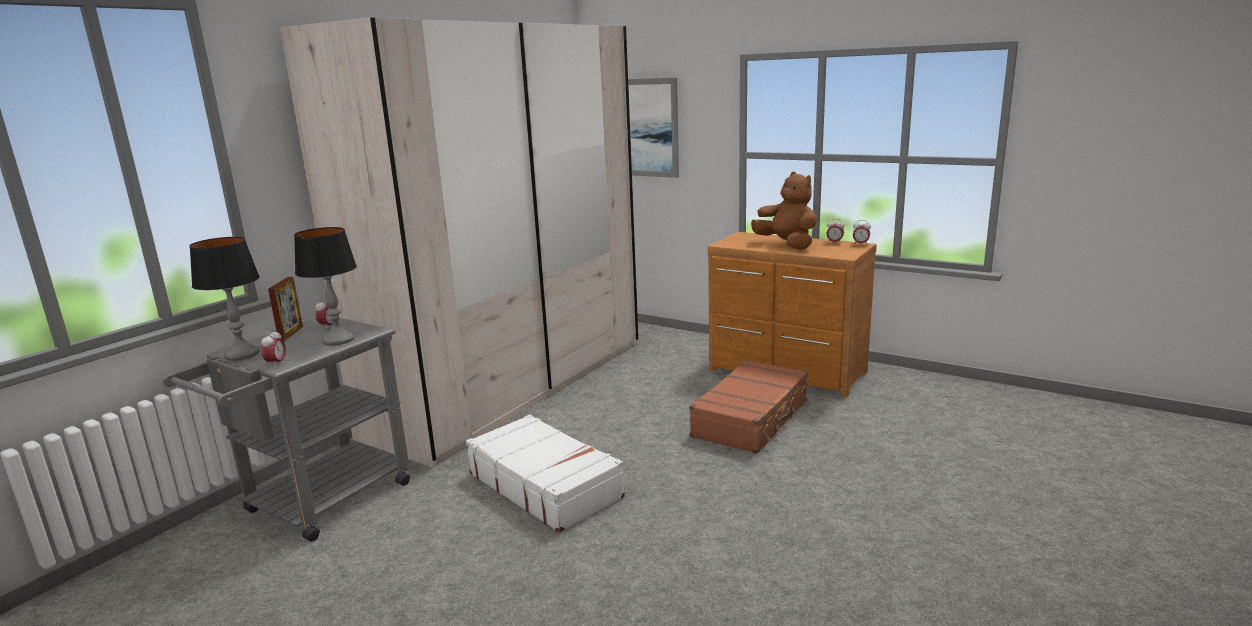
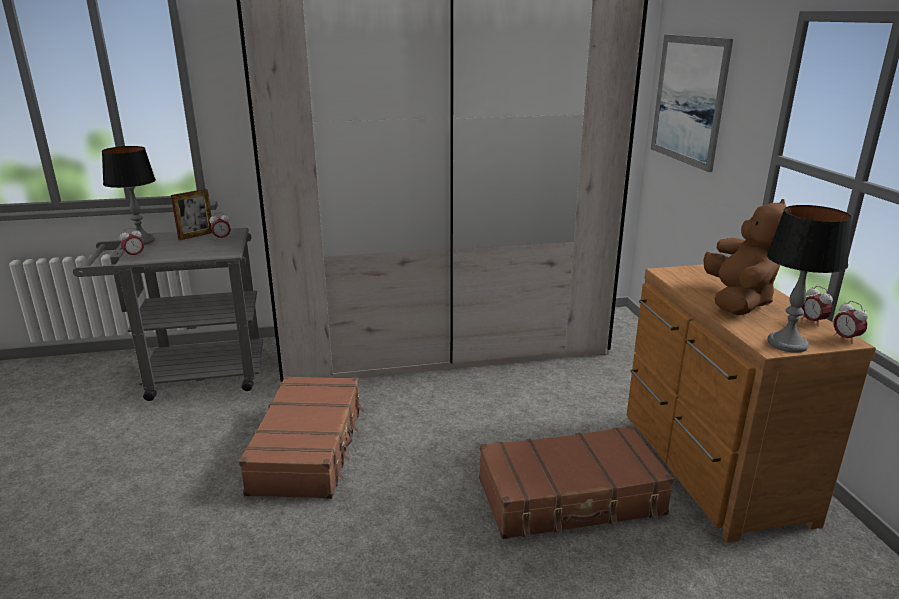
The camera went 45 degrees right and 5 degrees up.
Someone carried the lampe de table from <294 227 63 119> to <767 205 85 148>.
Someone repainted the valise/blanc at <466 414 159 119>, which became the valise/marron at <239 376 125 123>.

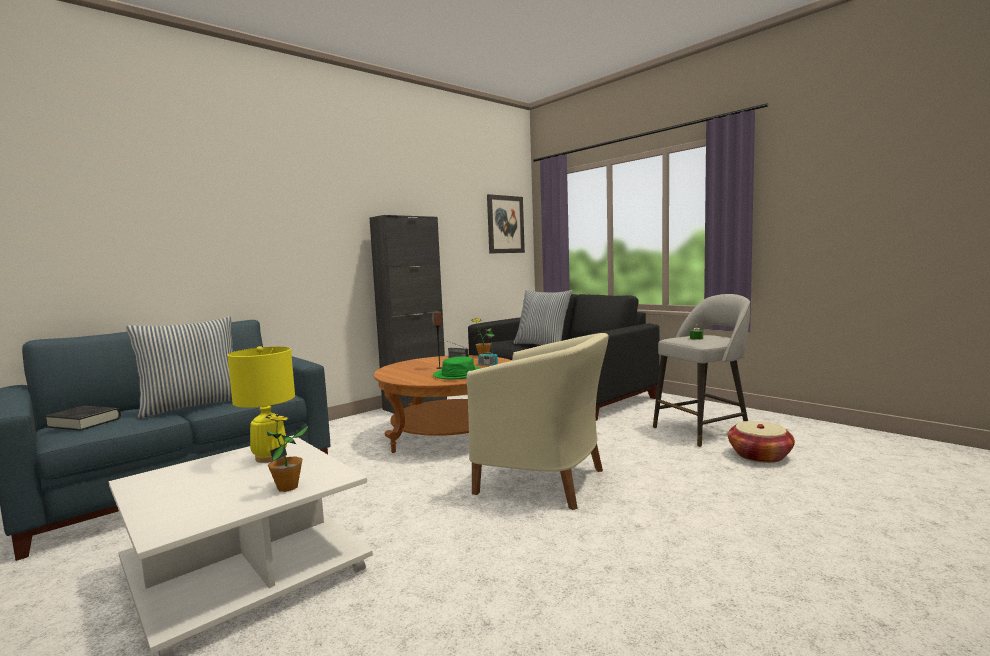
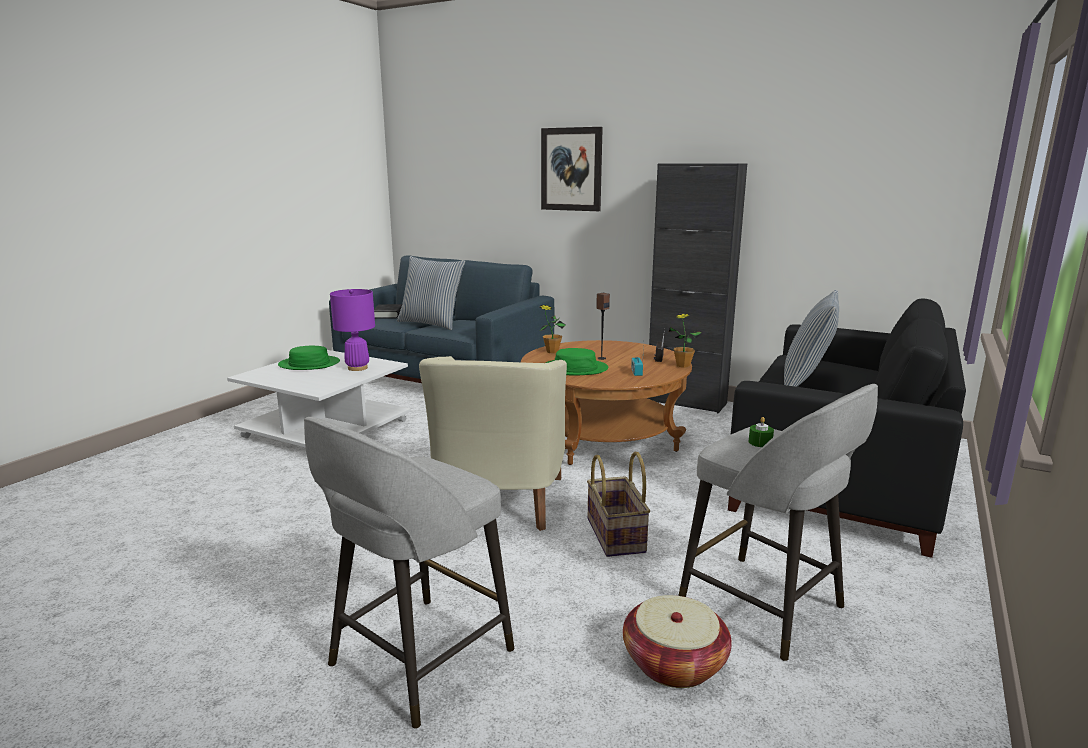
The camera went 70 degrees right and 10 degrees up.
Someone repainted the lampe de table/jaune at <227 346 68 117>, which became the lampe de table/violet at <330 289 45 82>.
Someone carried the plante en pot from <266 415 43 77> to <539 305 27 48>.
Someone carried the tableau from <487 194 38 60> to <541 127 62 84>.
Someone put down the chapeau/vert at <278 345 62 25>.
Someone put down the tabouret/gris at <304 417 210 312>.
Someone put down the panier at <587 452 63 105>.

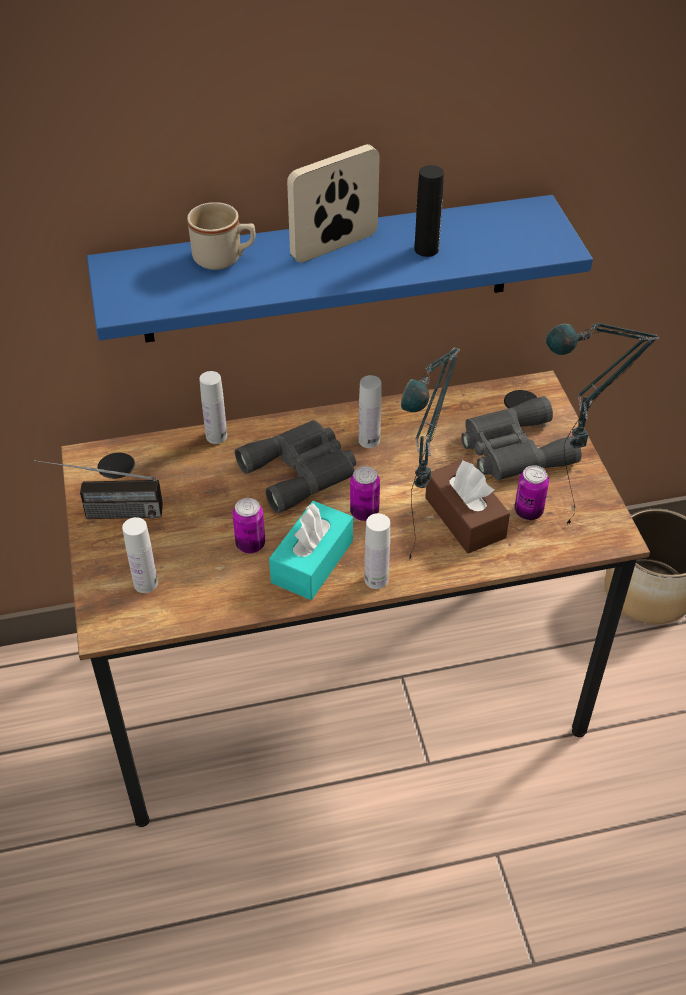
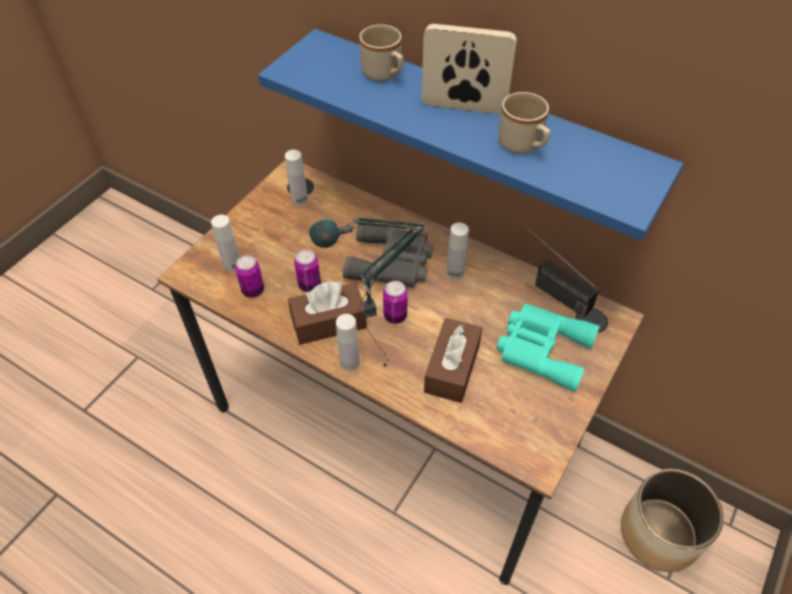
The camera went 45 degrees right and 5 degrees up.
Someone carried the radio from <34 460 129 59> to <524 225 75 92>.
Someone carried the bouteille/blanc from <199 371 28 73> to <285 150 23 56>.
Someone repainted the boîte à mouchoirs/turquoise at <269 501 84 99>, which became the boîte à mouchoirs/marron at <288 281 79 64>.
Someone swapped the bouteille/noir at <415 165 29 92> for the mug/beige at <498 92 53 62>.
Someone repainted the jumelles/gris at <461 396 121 84>, which became the jumelles/turquoise at <496 303 104 89>.
Someone carried the boîte métallique from <515 465 34 55> to <235 255 29 43>.
Someone took away the lampe de table at <546 323 114 202>.

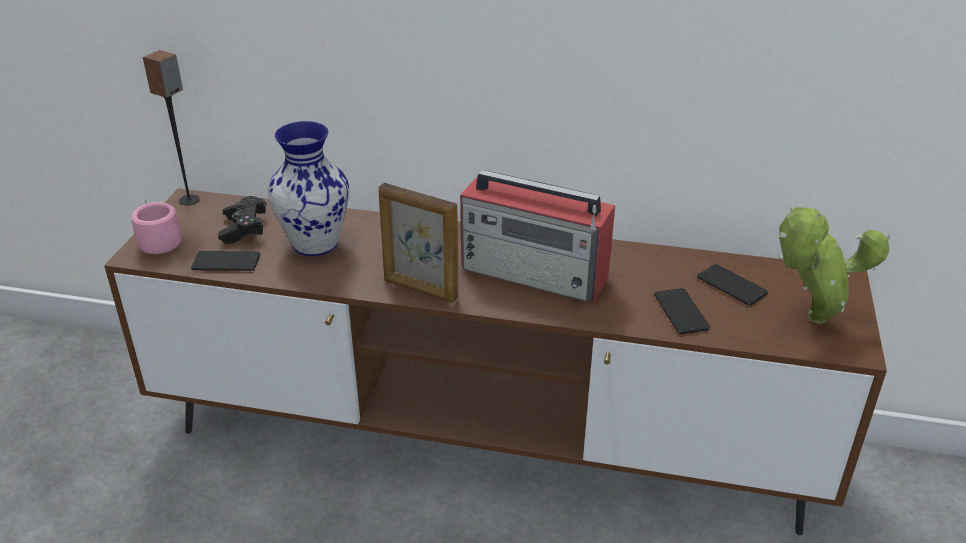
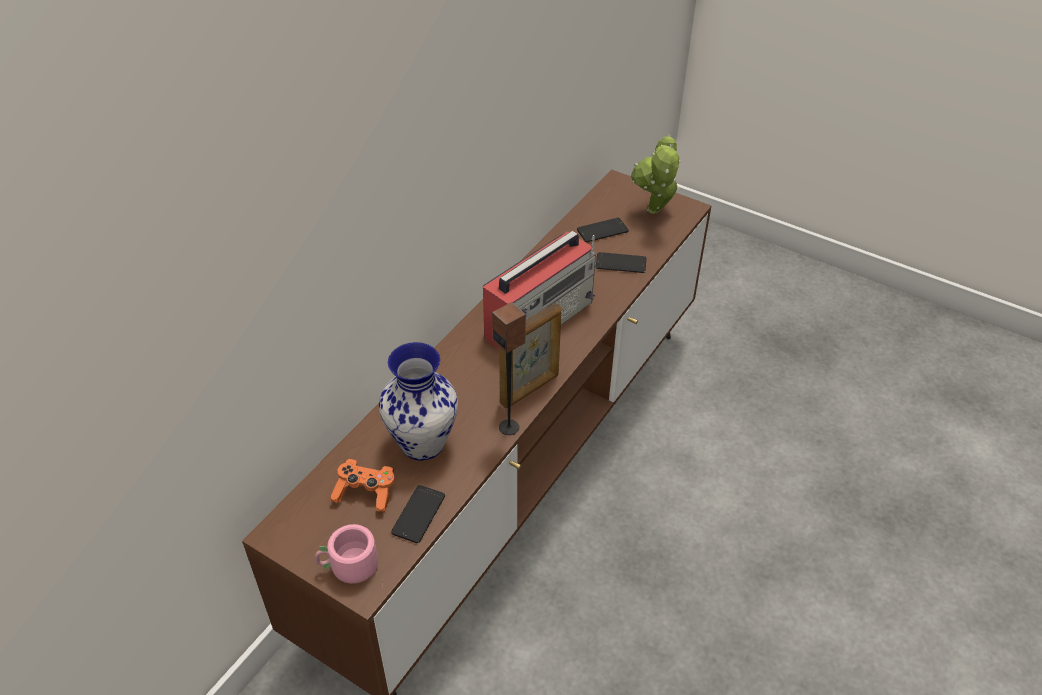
The camera went 70 degrees left and 10 degrees up.
Someone carried the enceinte from <143 50 57 155> to <492 302 34 133>.
Someone repainted the manette/noir at <218 196 48 48>, which became the manette/orange at <330 459 65 53>.

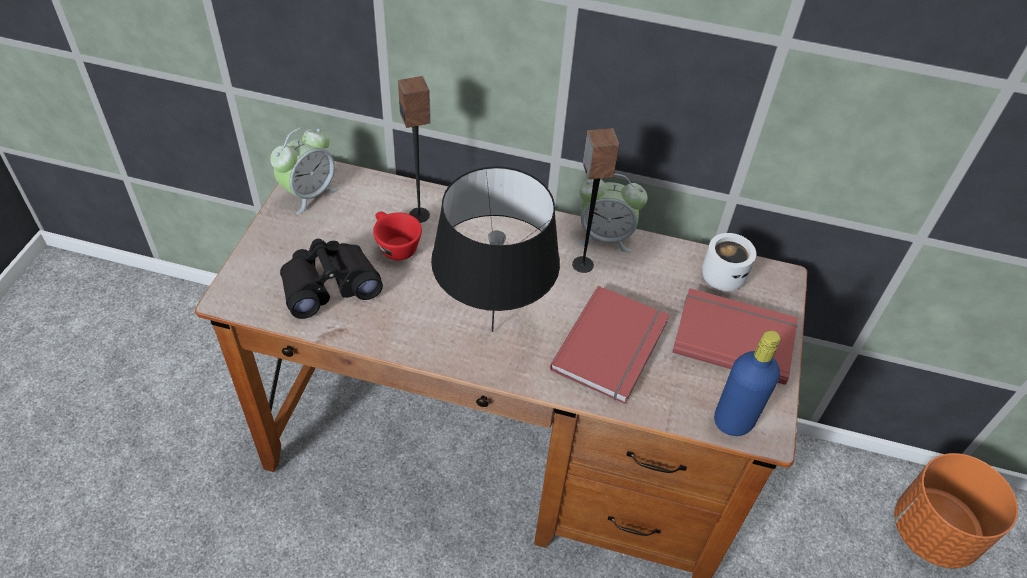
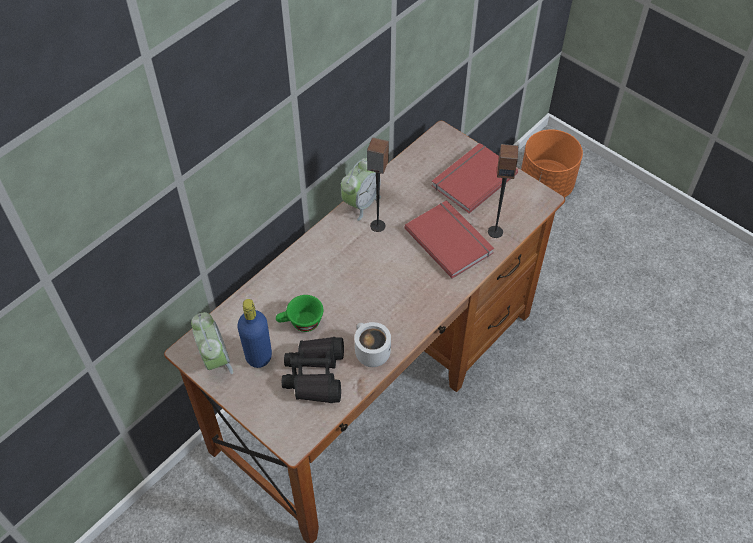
The camera went 60 degrees left and 5 degrees up.
Someone repainted the tasse/rouge at <373 212 49 49>, which became the tasse/vert at <276 295 47 37>.
Someone carried the enceinte from <398 76 33 147> to <488 144 30 94>.
Someone took away the lampe de table/noir at <431 166 129 166>.
Someone carried the mug/blanc from <702 233 54 59> to <354 322 37 45>.
Someone carried the bouteille/bleu from <714 330 67 106> to <238 299 34 69>.

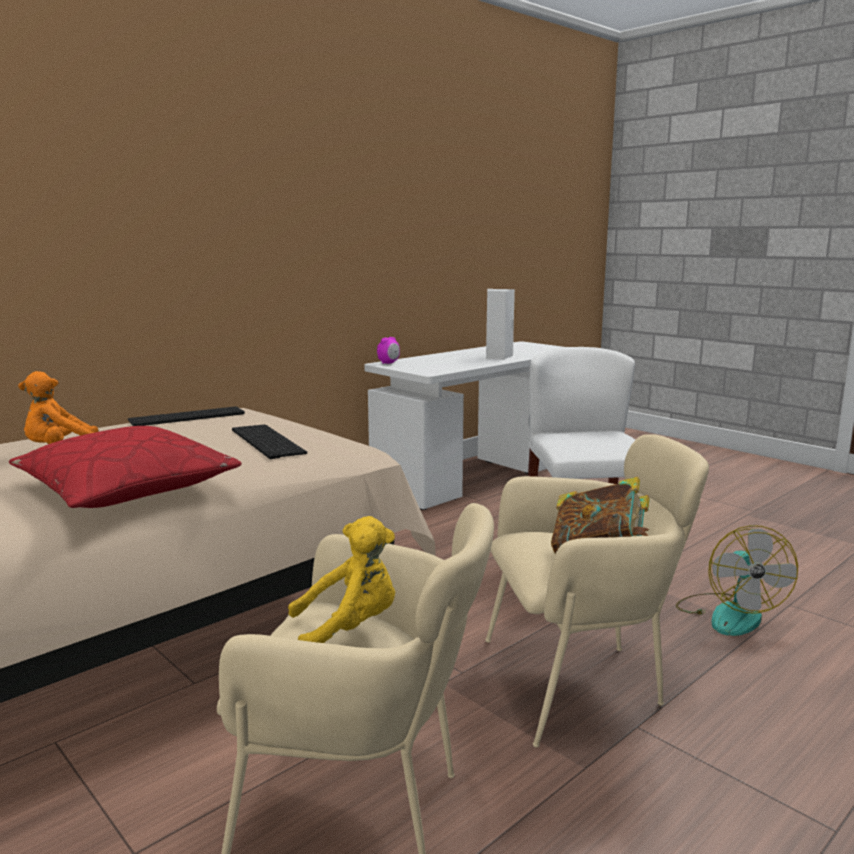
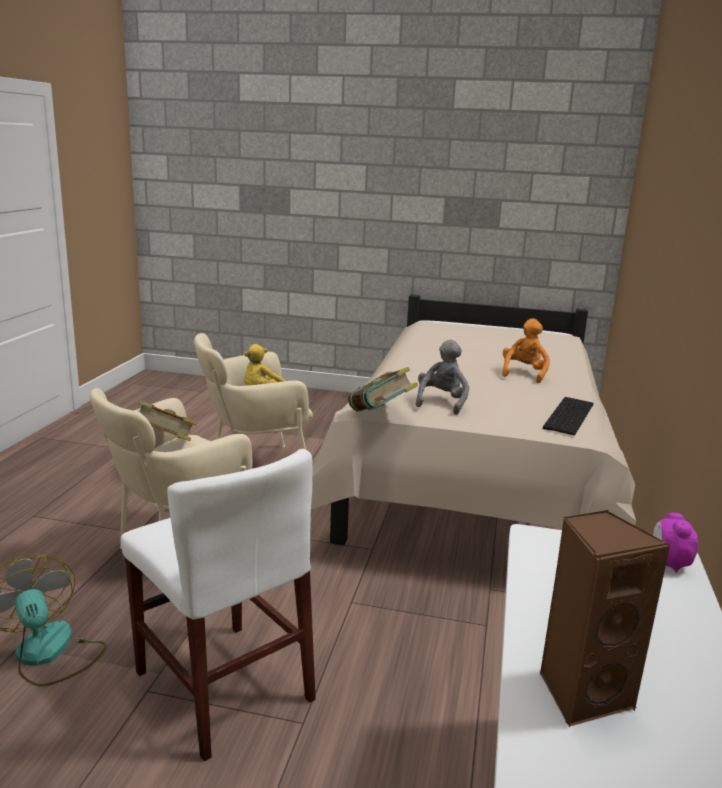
The camera went 145 degrees right and 5 degrees up.
Someone took away the coussin/rouge at <9 426 232 82>.
Someone swapped the clavier at <232 425 75 34> for the peluche/gris at <416 339 53 76>.
Someone repainted the enceinte/blanc at <486 289 29 71>, which became the enceinte/marron at <540 510 130 217>.
Someone put down the livre at <348 367 70 44>.

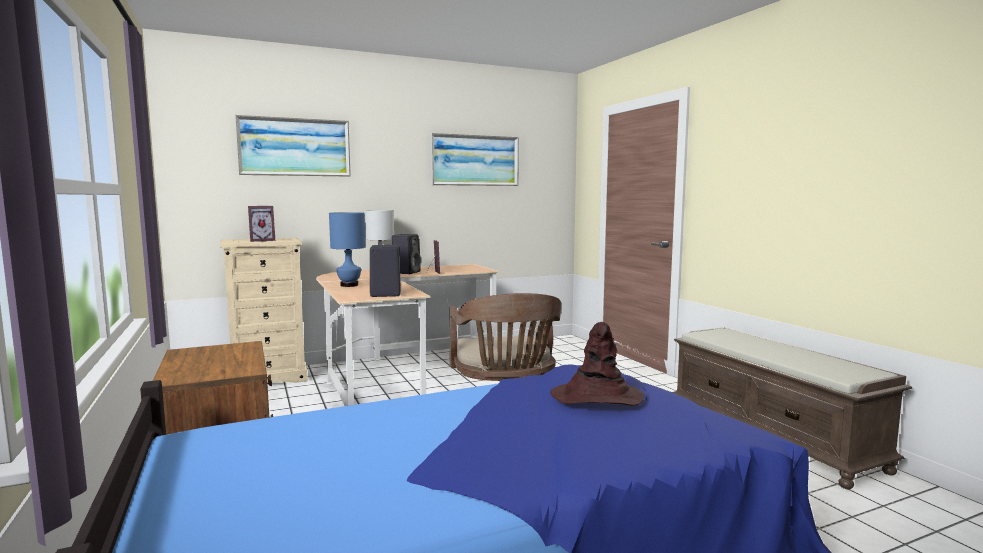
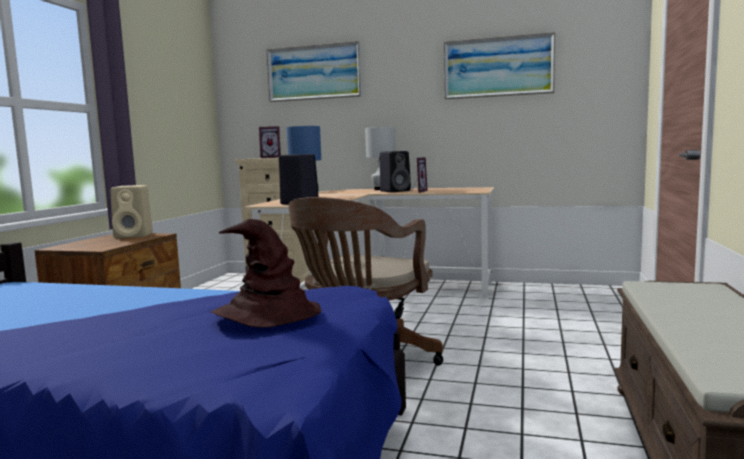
The camera went 40 degrees right and 0 degrees up.
Someone put down the enceinte/beige at <111 185 42 53>.

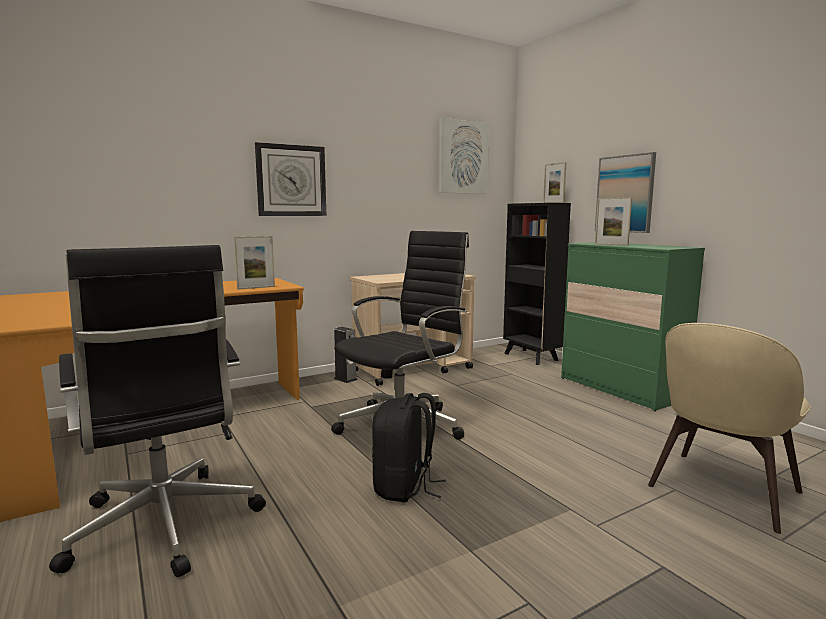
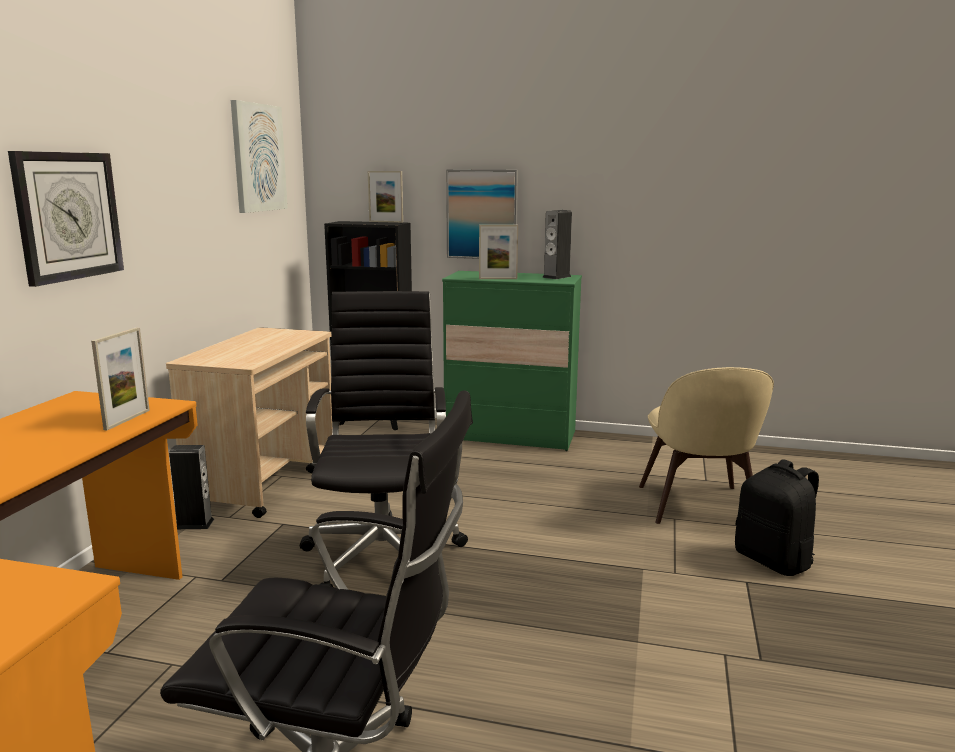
The camera went 45 degrees left and 5 degrees up.
Someone carried the sac à dos/noir from <372 393 74 110> to <735 459 84 117>.
Someone put down the enceinte at <542 210 30 69>.

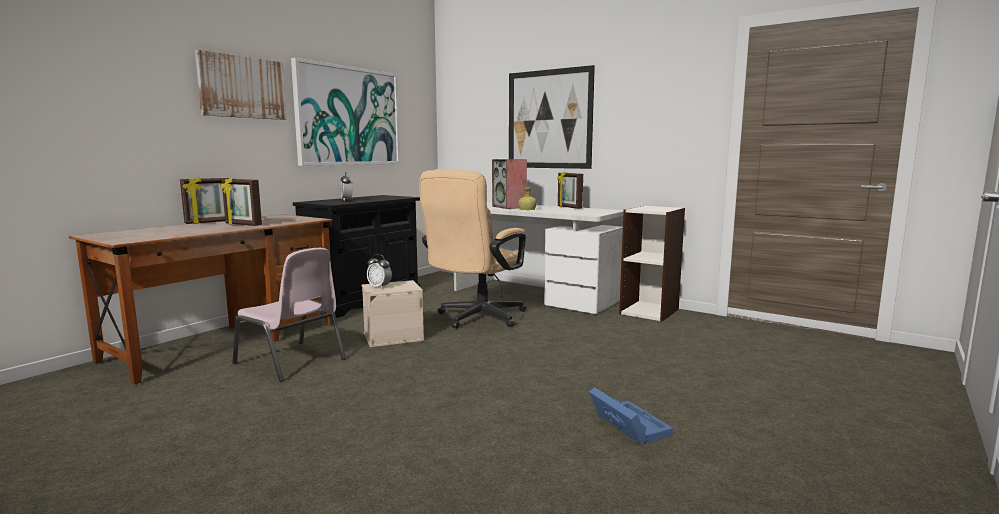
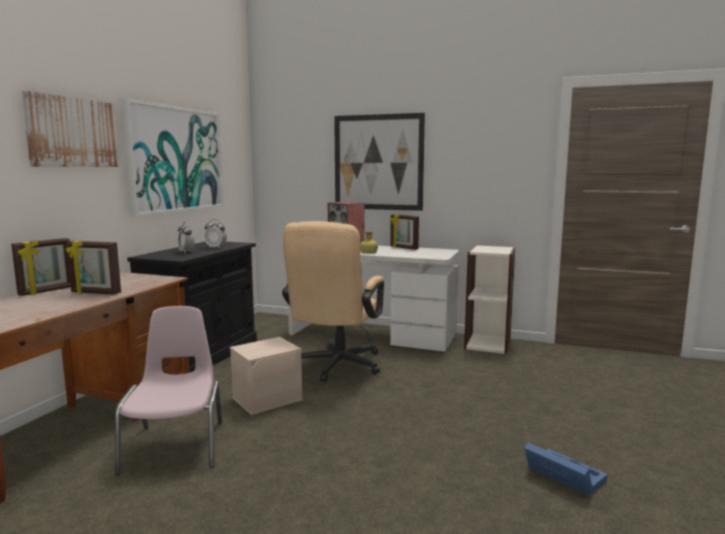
The camera went 15 degrees left and 0 degrees up.
Someone rotated the chaise/rose at <232 248 114 134> by 120 degrees counterclockwise.
Someone carried the réveil from <367 254 25 35> to <204 219 23 30>.

